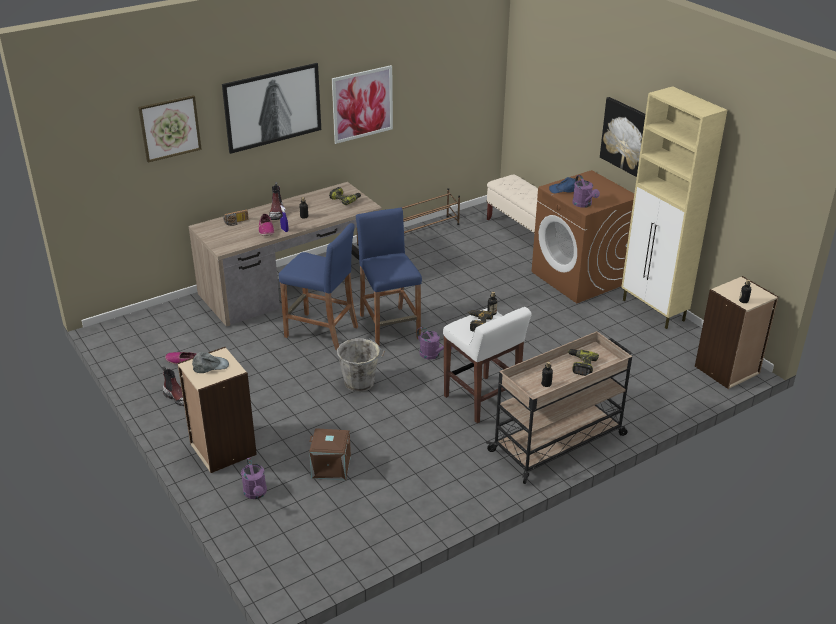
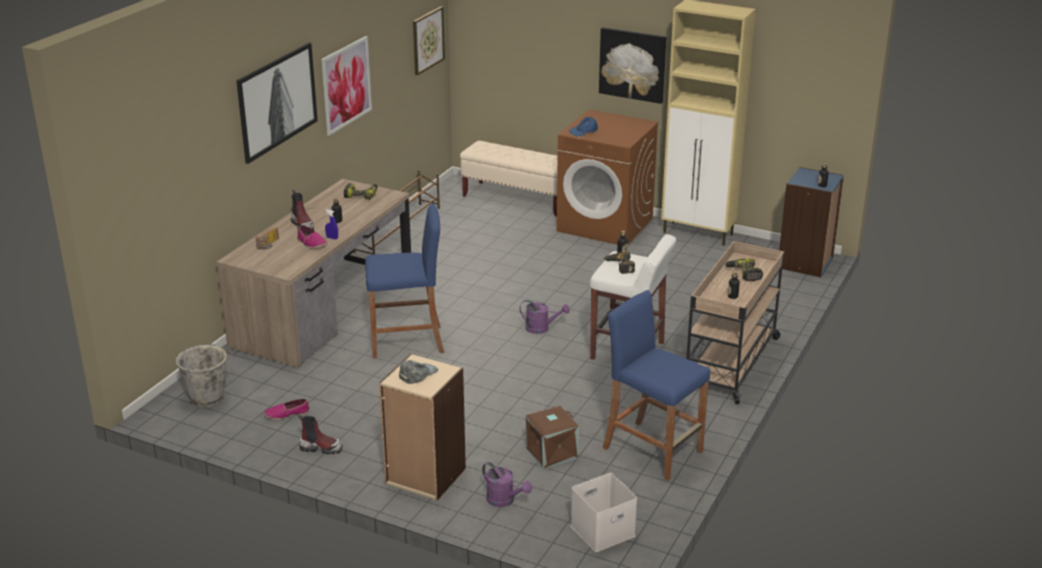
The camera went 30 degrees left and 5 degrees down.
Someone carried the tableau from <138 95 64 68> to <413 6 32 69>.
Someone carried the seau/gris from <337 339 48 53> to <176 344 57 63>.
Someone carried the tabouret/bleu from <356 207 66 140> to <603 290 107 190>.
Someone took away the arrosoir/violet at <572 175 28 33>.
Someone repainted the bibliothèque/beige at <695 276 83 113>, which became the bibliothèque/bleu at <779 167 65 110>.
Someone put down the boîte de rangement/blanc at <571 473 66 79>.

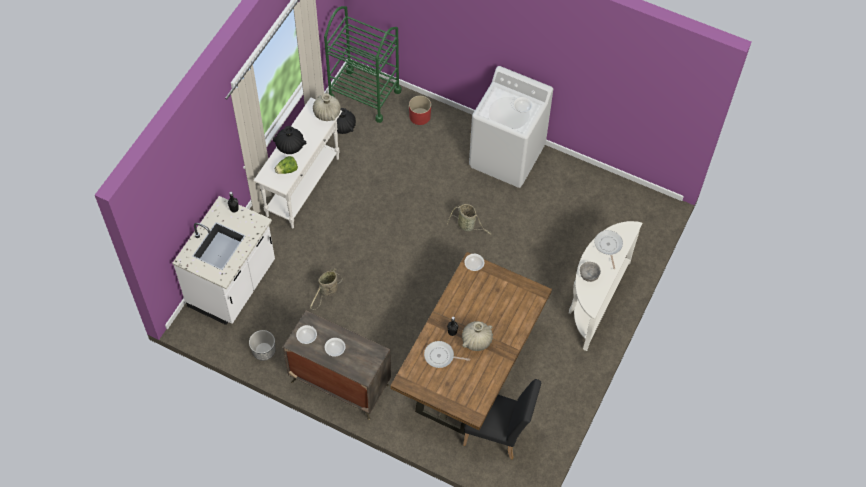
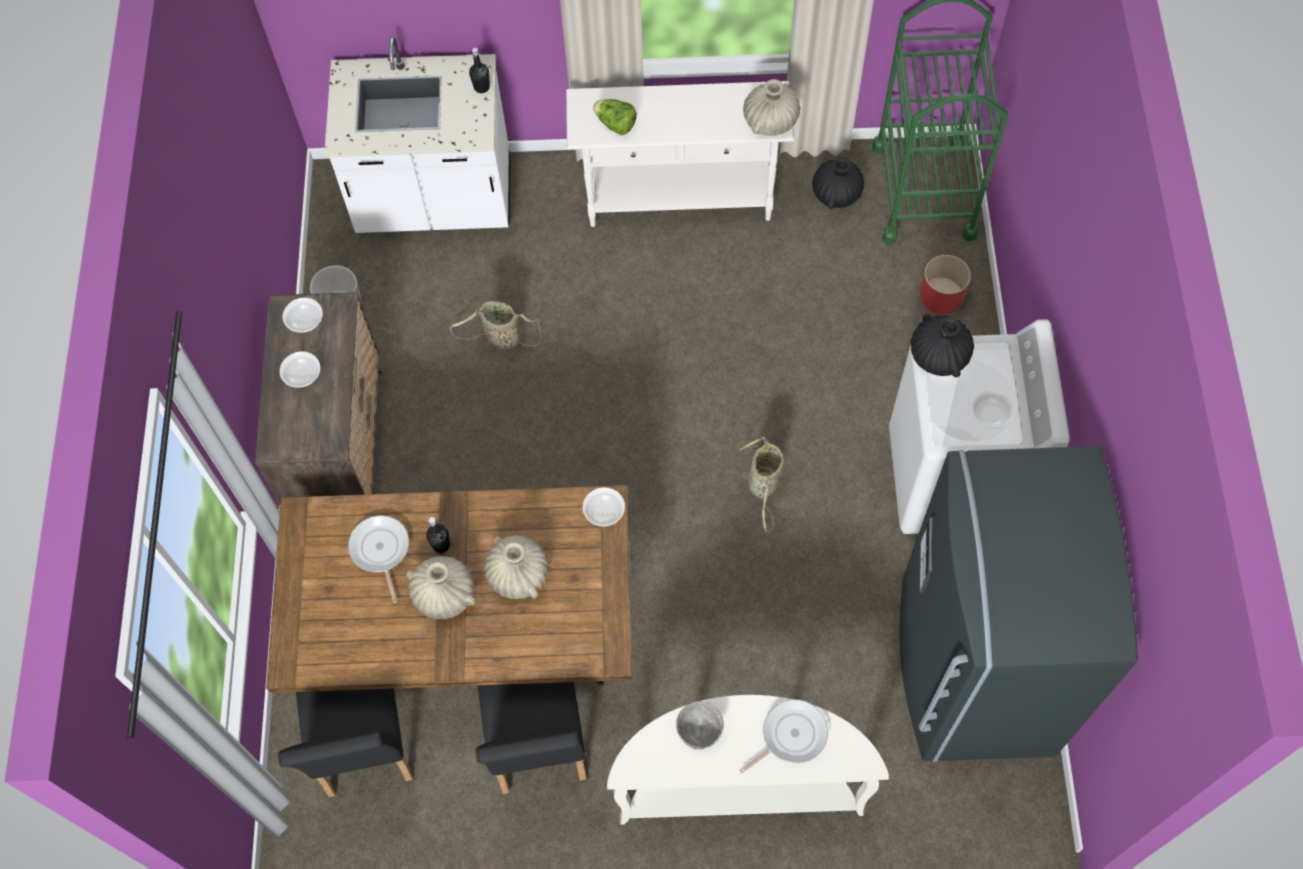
The camera went 65 degrees right and 5 degrees up.
Someone carried the vase/noir from <273 126 33 28> to <910 314 64 63>.
Someone put down the chaise/noir at <476 682 111 112>.
Someone put down the vase/beige at <484 535 65 64>.
Someone put down the réfrigérateur/gris at <899 446 239 316>.

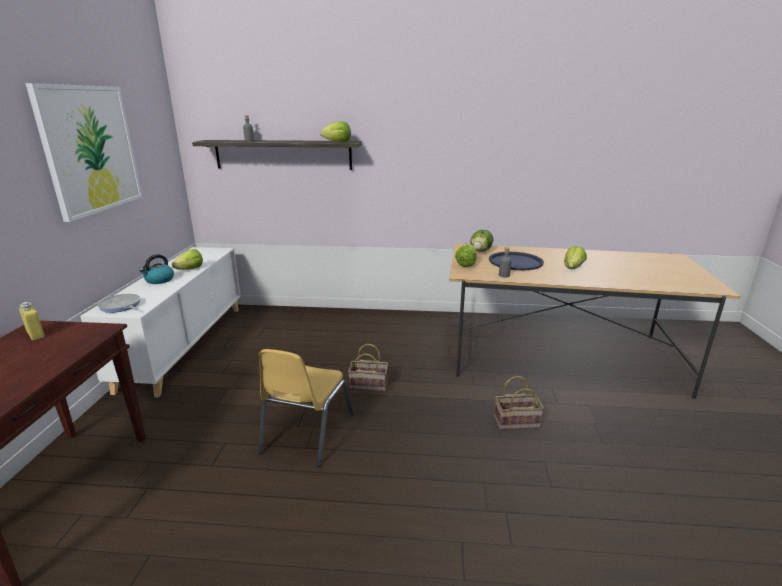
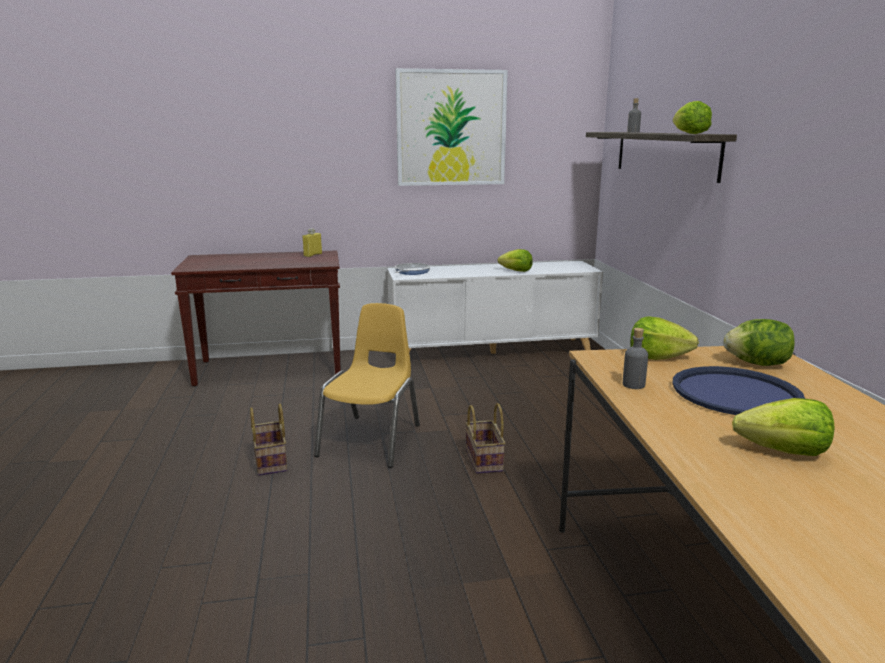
The camera went 75 degrees right and 5 degrees down.
Someone took away the bouilloire at <139 254 35 30>.
Someone rotated the chaise/jaune at <258 349 96 118> by 105 degrees clockwise.
Someone carried the panier from <494 376 50 54> to <250 403 37 73>.

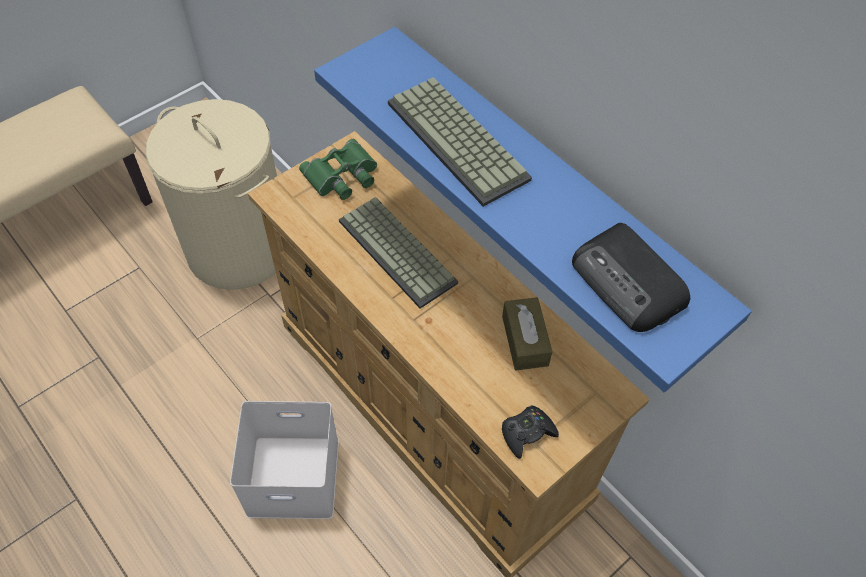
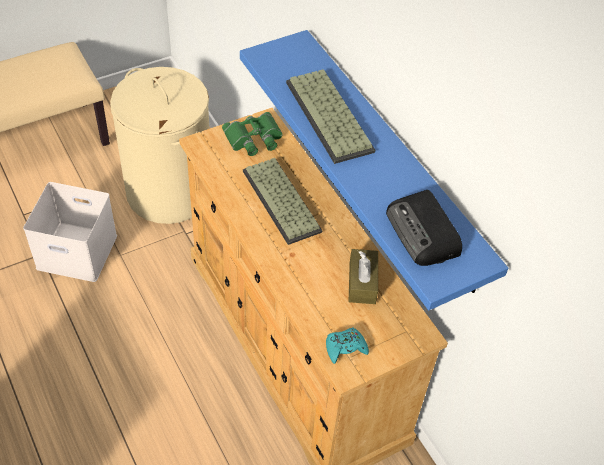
The camera went 10 degrees right and 5 degrees down.
Someone carried the boîte de rangement/blanc from <230 401 109 118> to <23 182 94 100>.
Someone repainted the manette/noir at <502 405 57 54>, which became the manette/turquoise at <326 328 43 36>.

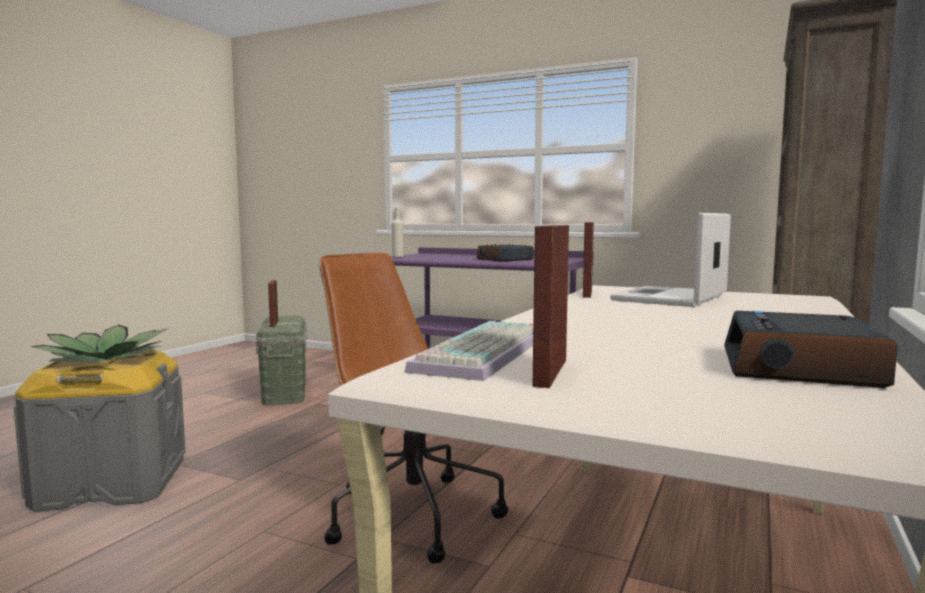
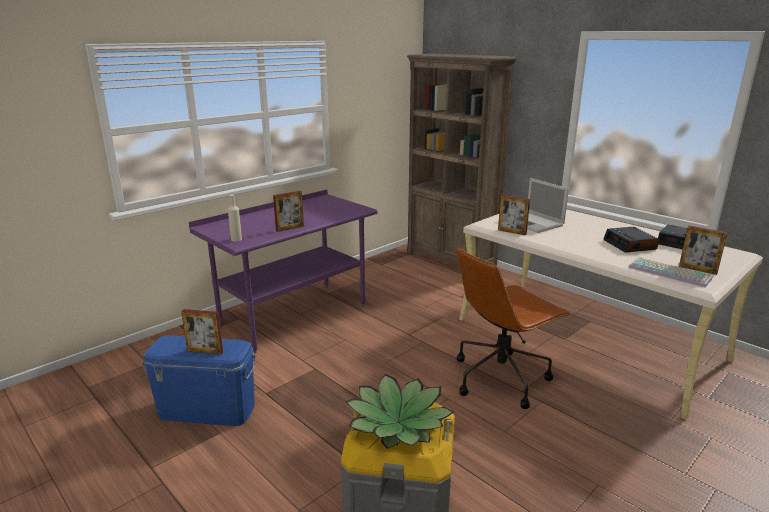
The camera went 70 degrees left and 15 degrees up.
Someone repainted the boîte de rangement/vert at <256 315 51 90>, which became the boîte de rangement/bleu at <143 335 113 91>.
Someone carried the réveil from <477 244 56 17> to <604 227 55 26>.
Someone put down the cadre photo at <273 191 31 41>.

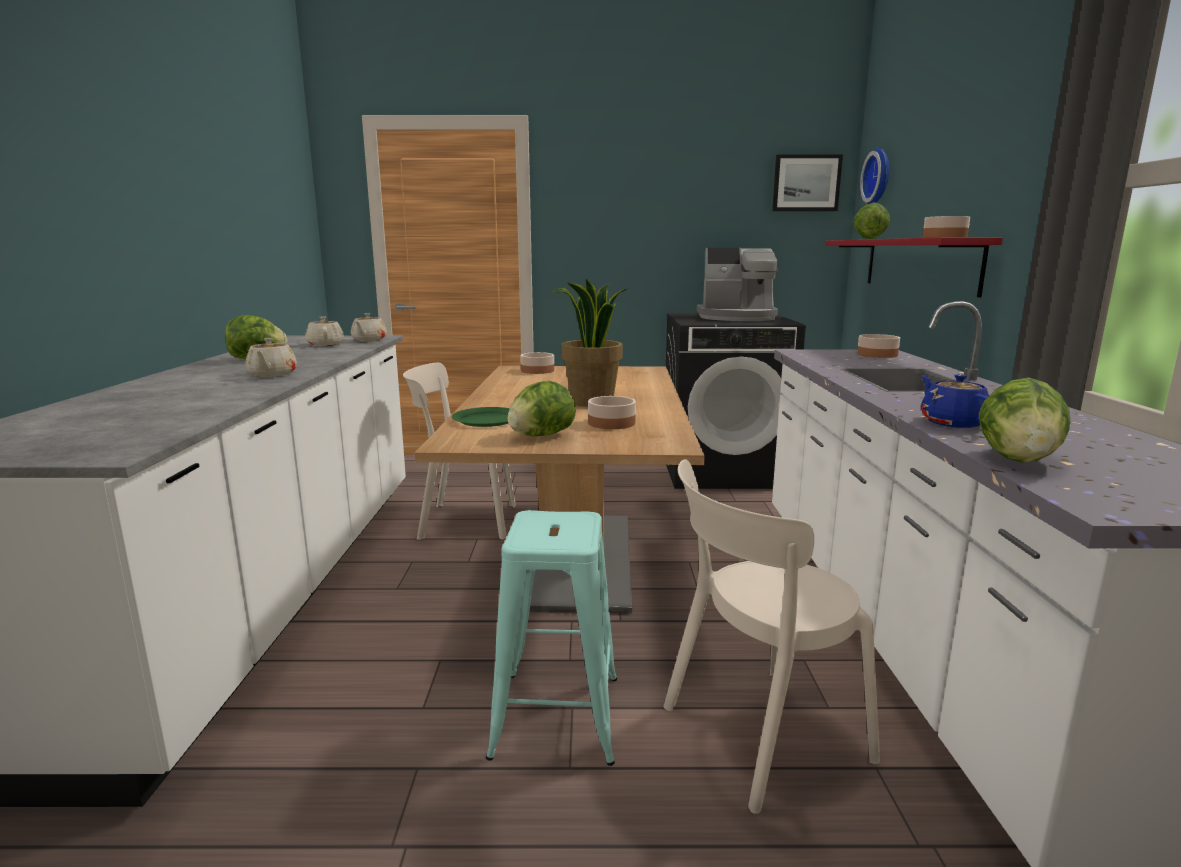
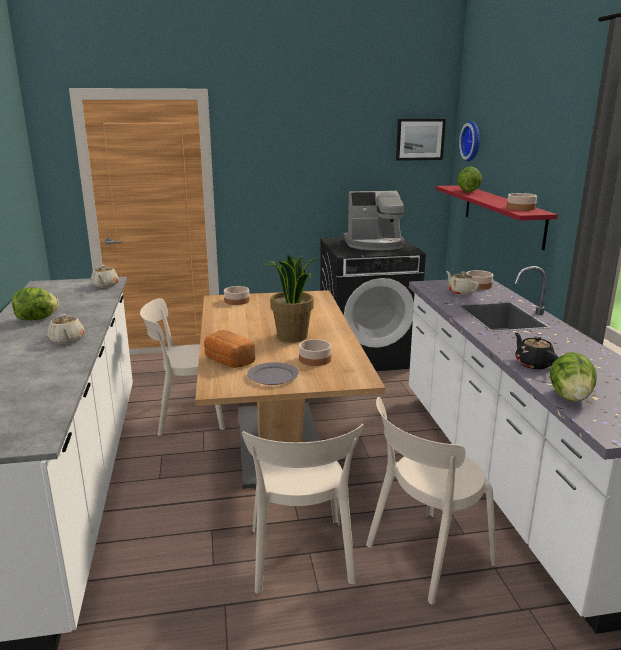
The camera went 10 degrees left and 5 degrees up.
Someone carried the théière/beige from <305 316 39 30> to <446 271 33 24>.
Someone swapped the assiette/vert at <452 407 58 20> for the pain at <204 330 51 38>.
Someone swapped the tabouret/turquoise at <486 510 131 256> for the chaise/beige at <242 424 122 169>.
Someone swapped the laitue at <508 381 68 55> for the assiette/gris at <247 362 51 23>.
Someone repainted the théière/bleu at <921 374 68 54>, which became the théière/noir at <515 332 43 37>.

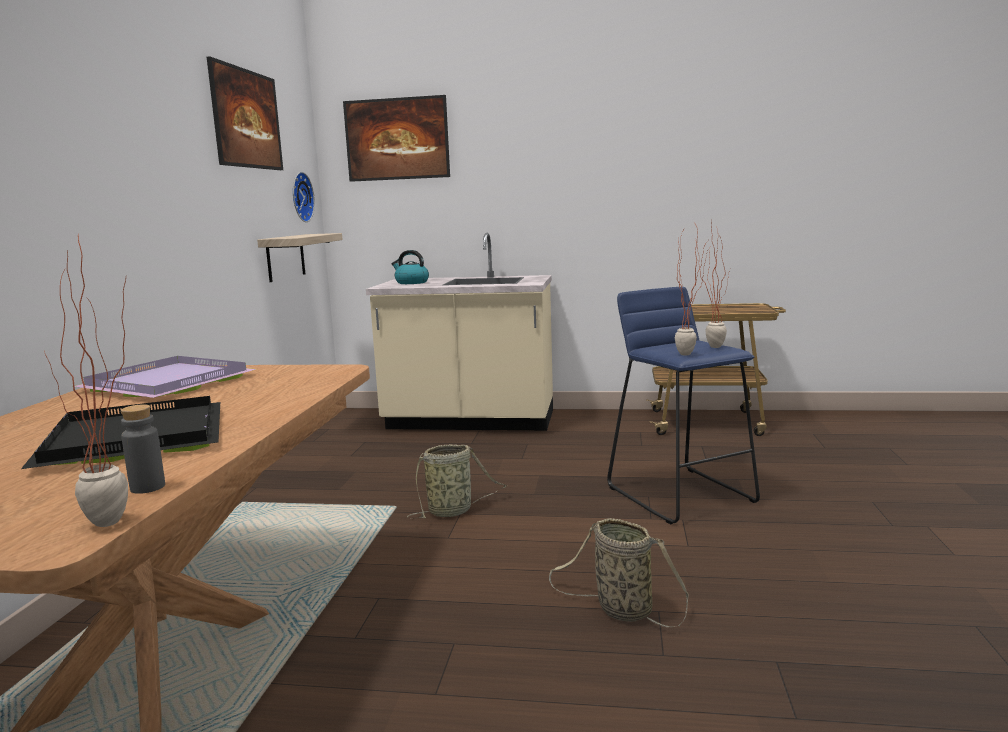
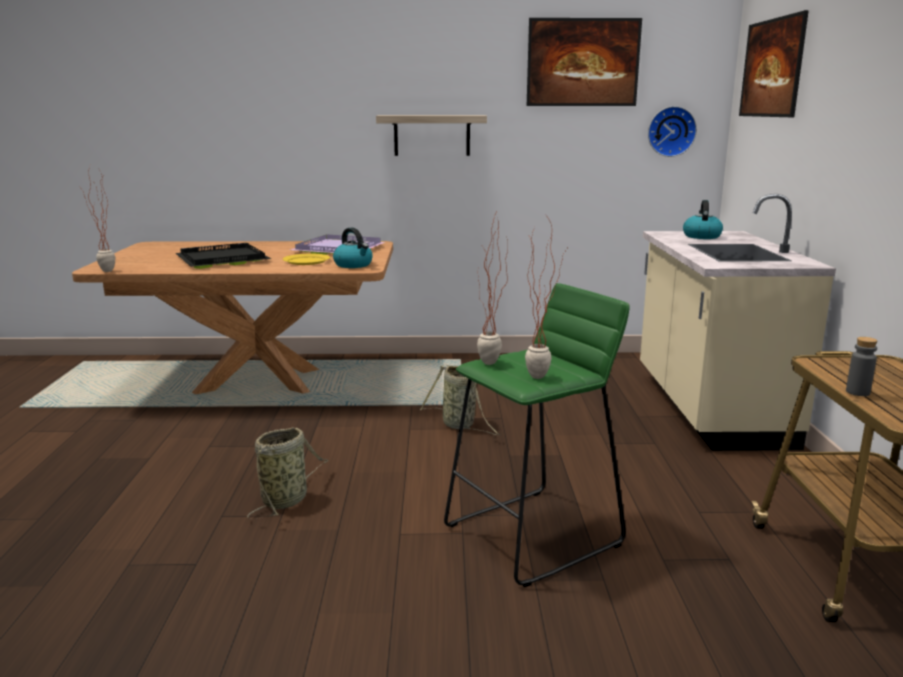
The camera went 80 degrees right and 5 degrees up.
Someone carried the bouteille/gris from <121 404 44 90> to <846 337 31 59>.
Someone carried the étagère from <257 233 86 49> to <376 115 111 41>.
Someone repainted the tabouret/bleu at <607 287 153 237>, which became the tabouret/vert at <444 283 186 304>.
Someone put down the assiette/jaune at <283 254 47 11>.
Someone put down the bouilloire at <333 227 40 41>.

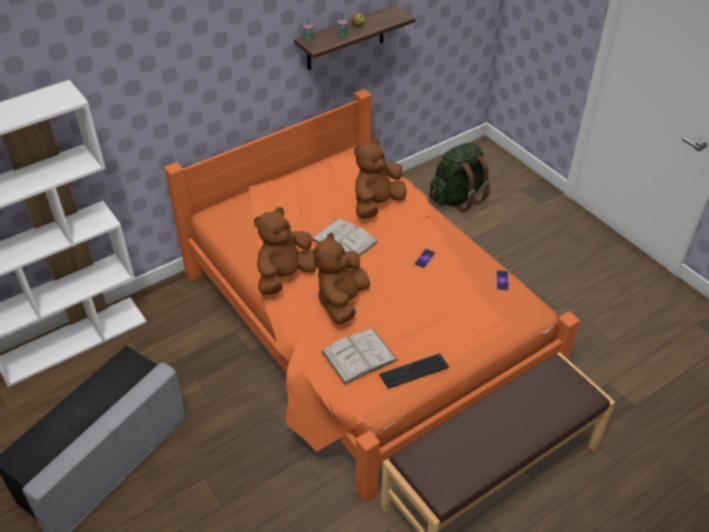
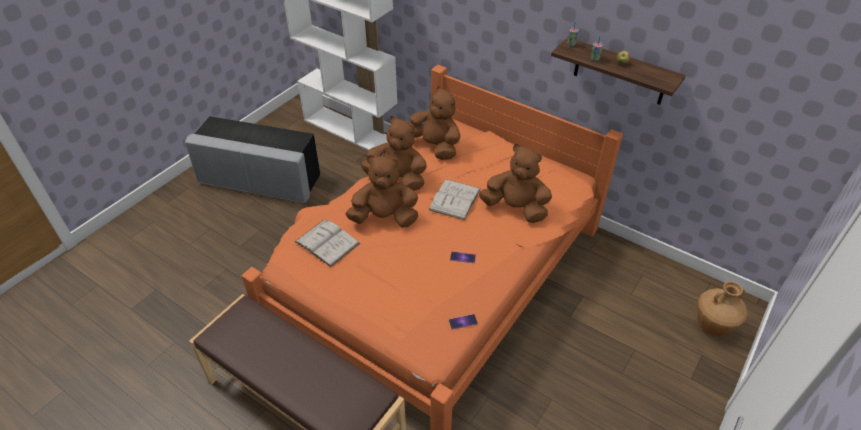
The camera went 70 degrees right and 0 degrees up.
Someone took away the clavier at <379 353 70 36>.
Someone took away the sac à dos/vert at <429 143 61 69>.
Someone put down the peluche/marron at <409 86 51 74>.
Someone put down the vase/marron at <697 281 51 55>.

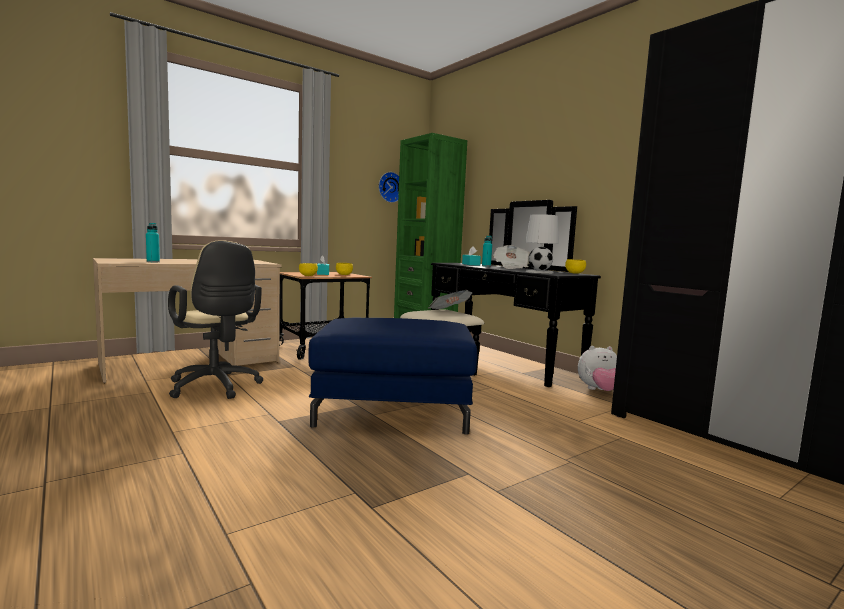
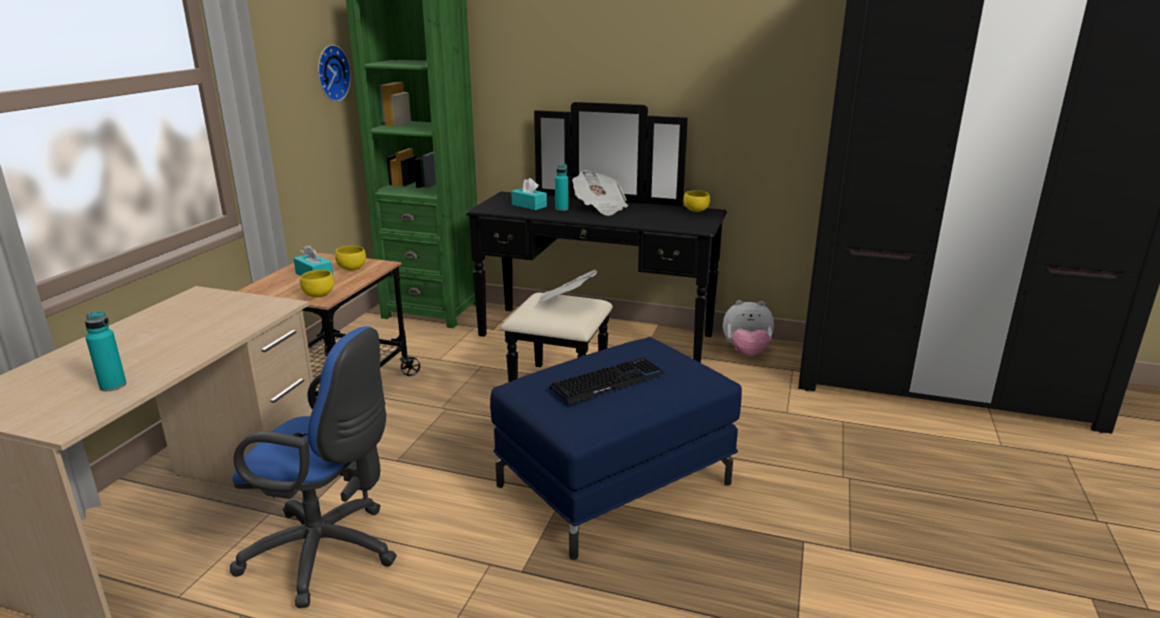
The camera went 35 degrees left and 15 degrees up.
Someone repainted the chaise de bureau/beige at <168 240 95 159>, which became the chaise de bureau/bleu at <230 326 167 282>.
Someone took away the lampe de table/blanc at <525 214 34 60>.
Someone rotated the peluche at <578 346 39 45> by 45 degrees clockwise.
Someone put down the clavier at <549 357 116 47>.

